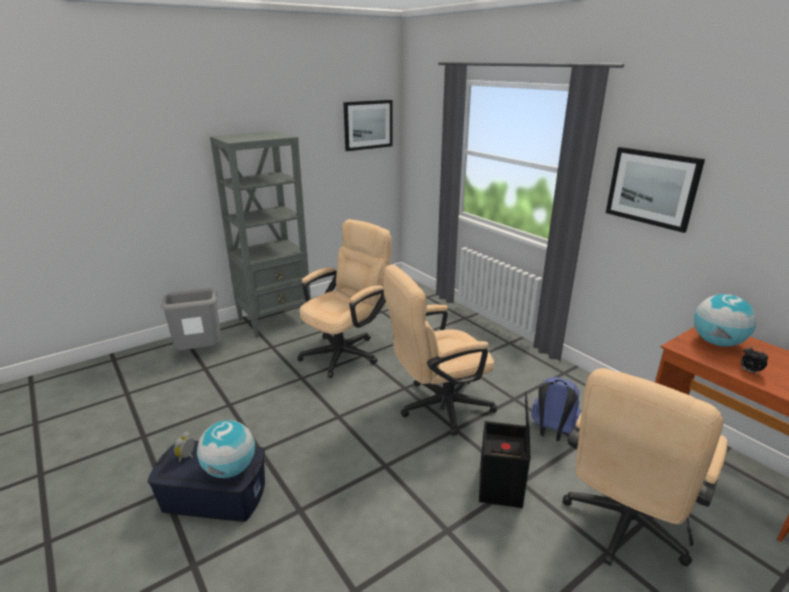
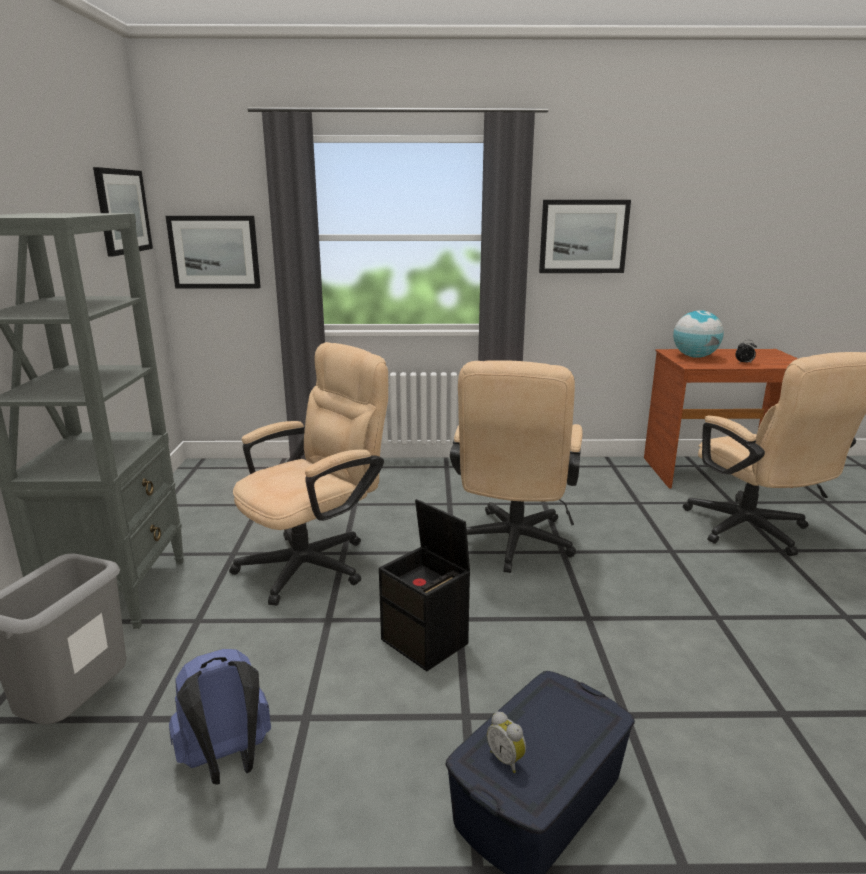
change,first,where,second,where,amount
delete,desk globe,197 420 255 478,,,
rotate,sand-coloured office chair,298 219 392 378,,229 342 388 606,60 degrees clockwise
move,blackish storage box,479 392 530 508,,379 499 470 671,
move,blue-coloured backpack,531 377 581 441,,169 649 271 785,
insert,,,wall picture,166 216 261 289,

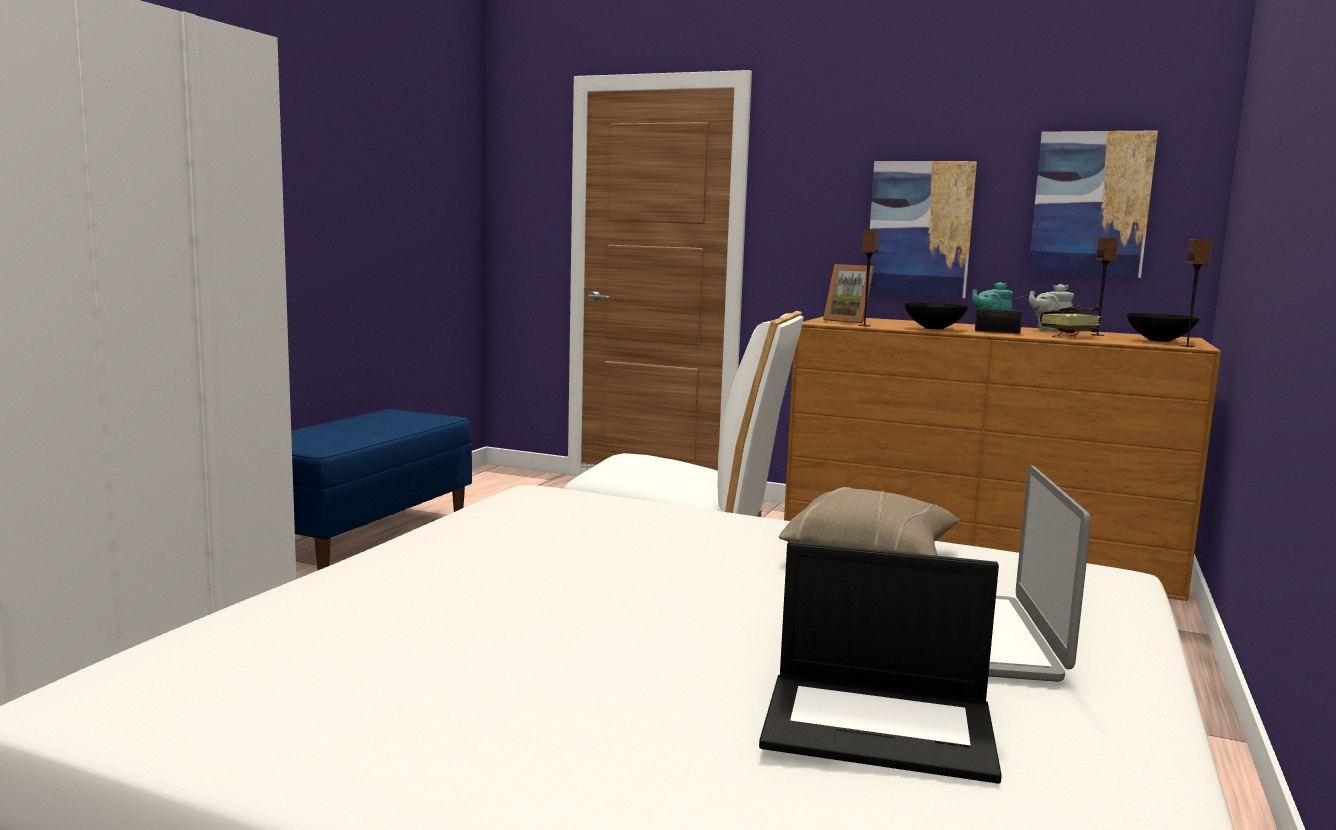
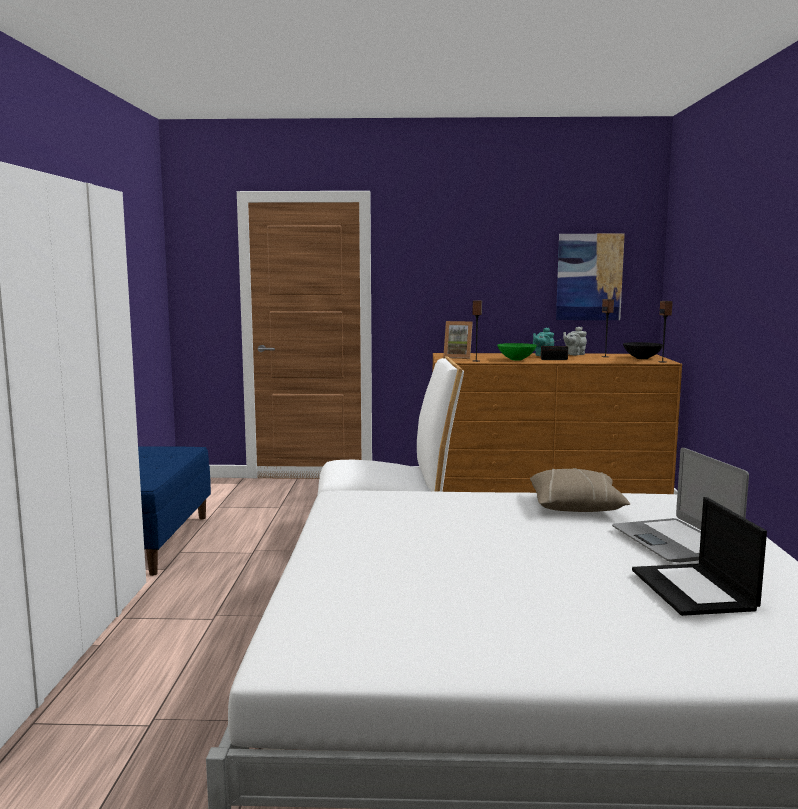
change,first,where,second,where,amount
rotate,portable computer,759 541 1002 784,,632 497 767 616,90 degrees clockwise
delete,wall picture,869 161 977 298,,,
recolor,blackish deep dish,904 303 968 329,greenish deep dish,497 343 537 360,
delete,bound book,1040 305 1102 337,,,

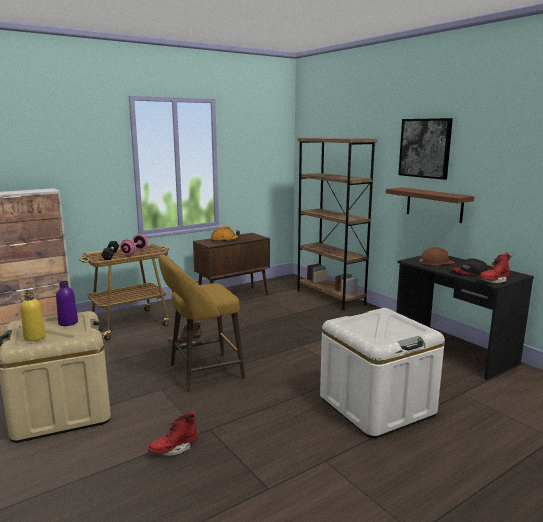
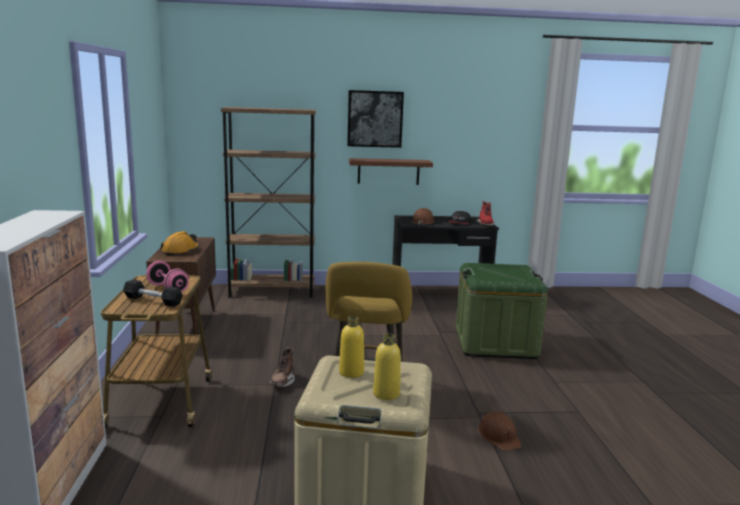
change,first,where,second,where,amount
recolor,purple-coloured bottle,56 281 78 326,yellow bottle,339 316 364 378,
replace,reddish high-top boot,148 411 197 456,brown-coloured safety helmet,478 411 521 451,
recolor,white-coloured storage box,320 308 445 438,greenish storage box,456 263 548 359,

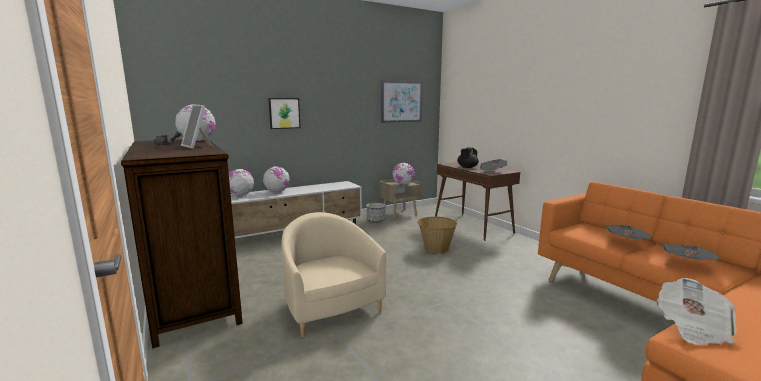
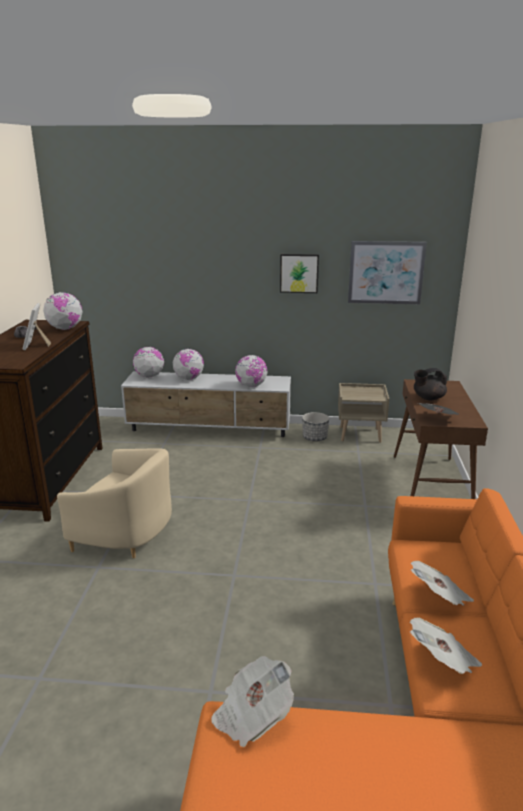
change,first,where,second,where,amount
move,wall picture,268 98 301 129,,280 254 319 293,
rotate,sand-coloured armchair,282 212 386 337,,57 448 172 558,105 degrees clockwise
move,desk globe,392 163 414 185,,235 355 268 387,
delete,storage basket,417 217 457 253,,,

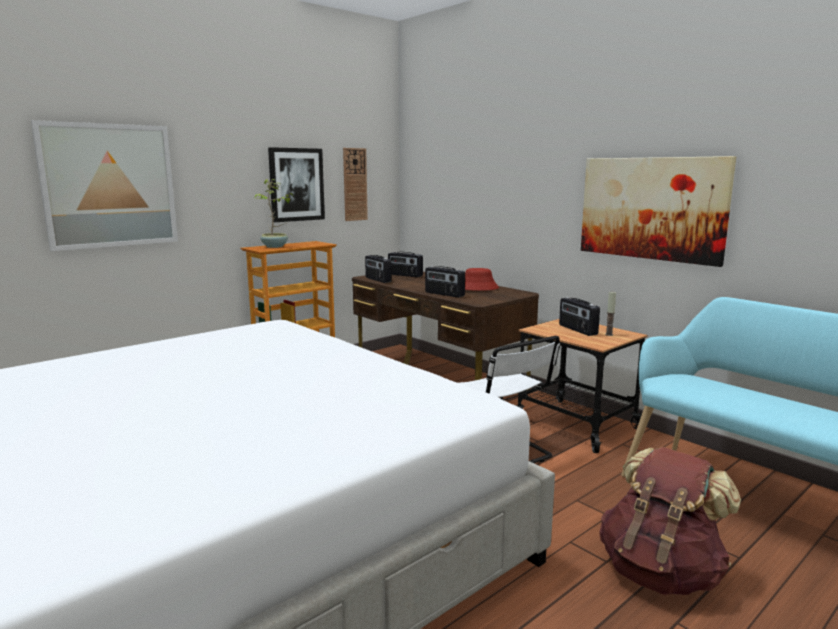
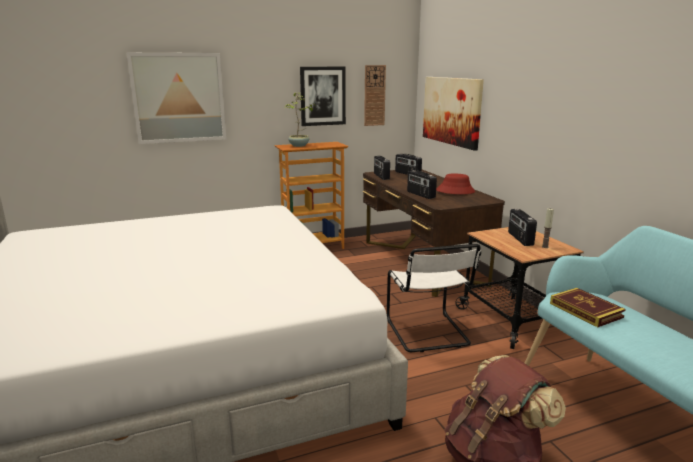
change,first,where,second,where,amount
move,wall picture,581 156 736 267,,423 77 484 151,
insert,,,bound book,550 288 626 327,

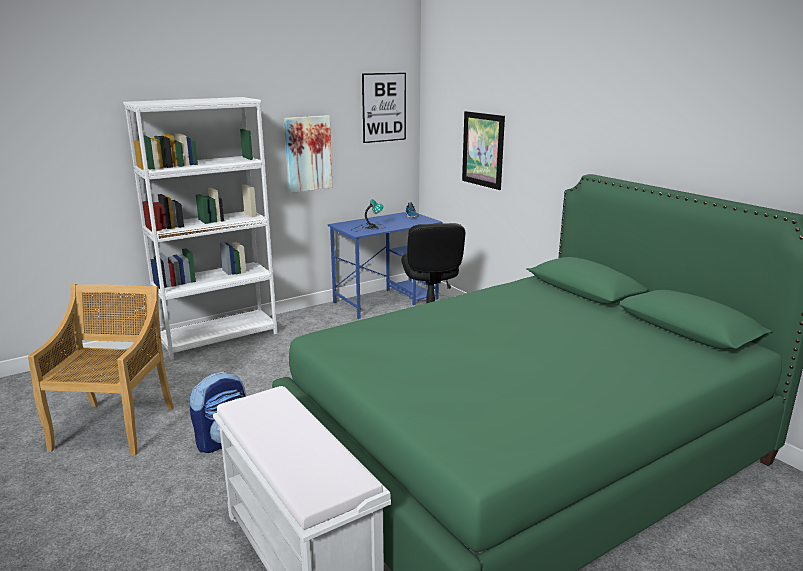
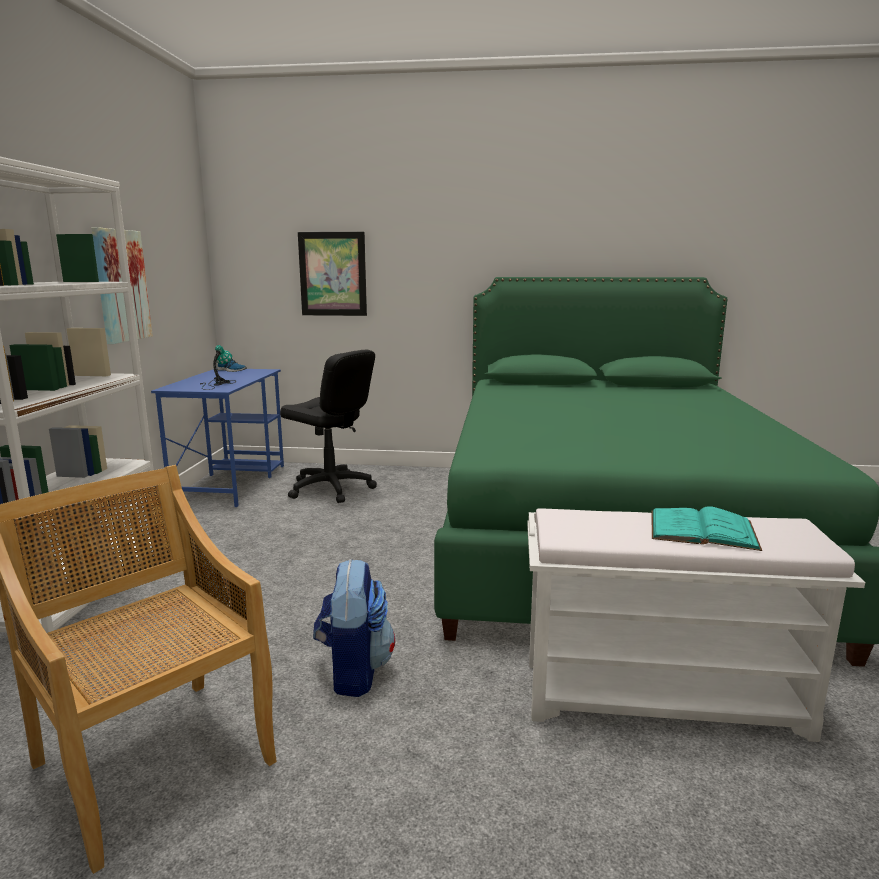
change,first,where,second,where,amount
delete,wall picture,362 73 406 143,,,
insert,,,blue-green bound book,651 506 762 551,

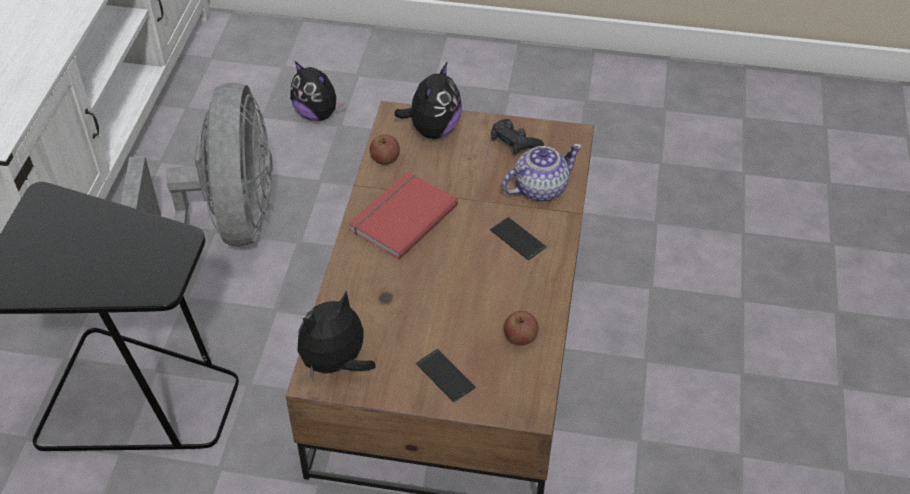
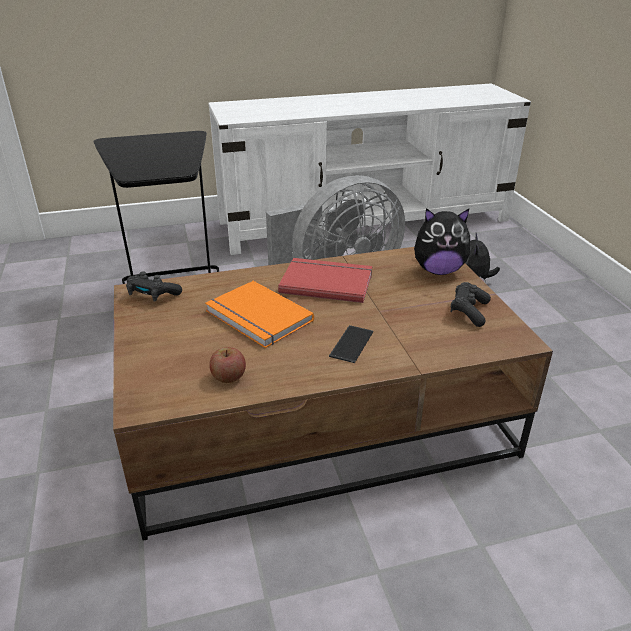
change,first,where,second,where,amount
replace,plush toy,297 291 376 381,blackish gamepad,126 271 182 302,
delete,apple fruit,370 134 400 165,,,
delete,telephone,416 349 476 402,,,
delete,pot for tea,502 143 582 201,,,
insert,,,orangey bound book,205 281 314 348,

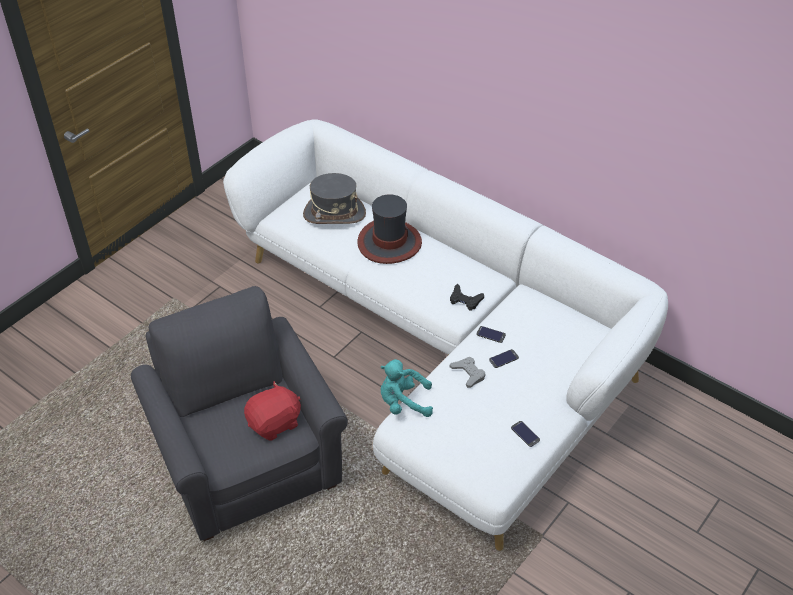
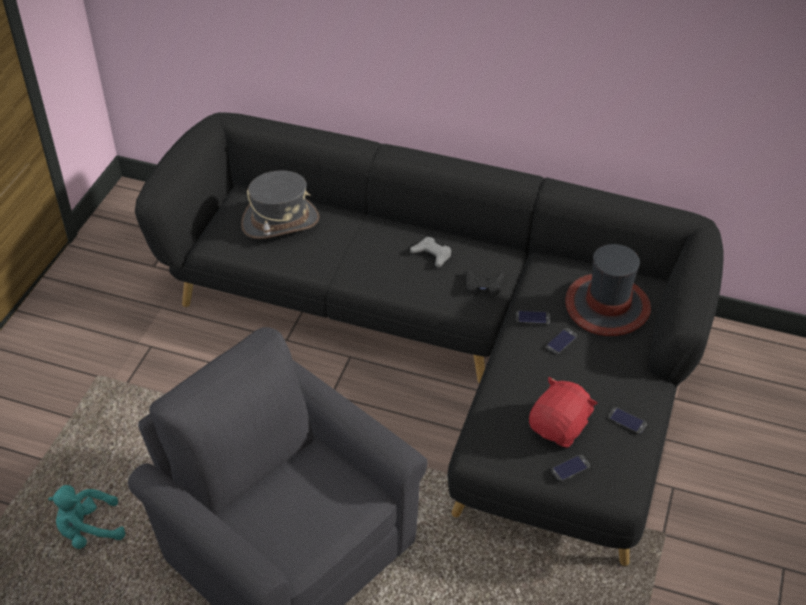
change,first,where,second,where,amount
recolor,white-coloured sofa,223 119 668 551,blackish sofa,135 112 724 566,
move,reddish plush toy,244 381 301 440,,529 377 598 448,
move,clothing hat,357 195 422 264,,565 244 651 336,
move,blue-green plush toy,381 359 433 417,,48 485 125 549,
move,gray gamepad,450 357 486 388,,410 237 451 267,
insert,,,telephone,551 455 590 482,

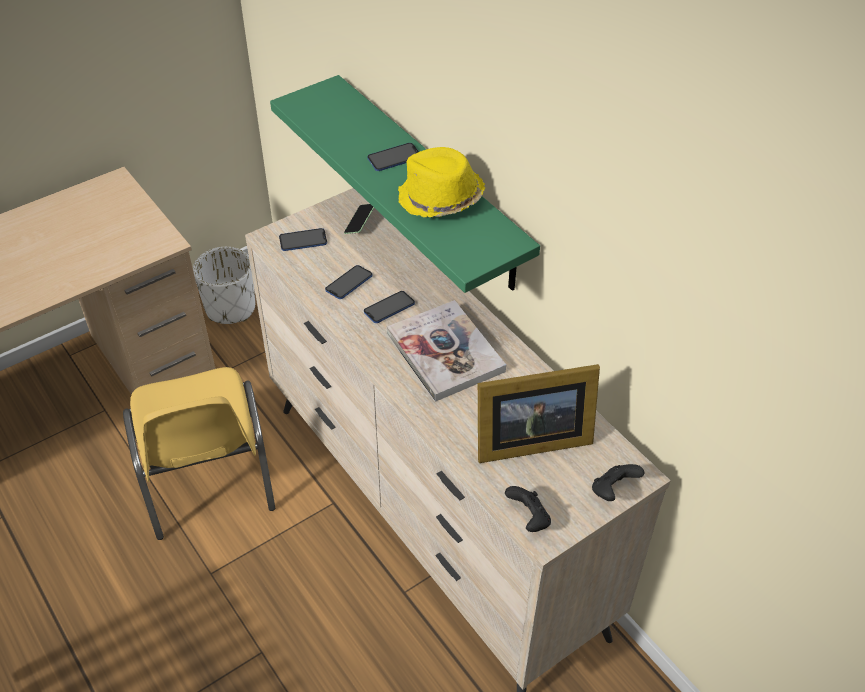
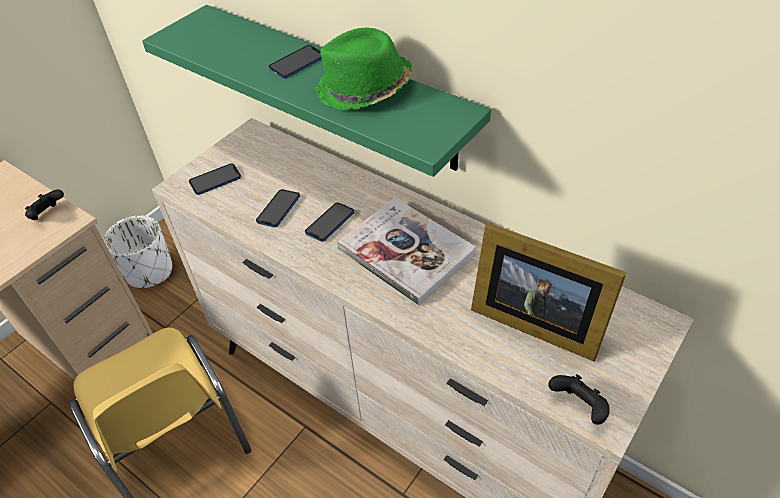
change,first,where,second,where,amount
delete,telephone,344 204 374 234,,,
recolor,yellow clothing hat,398 147 485 218,greenish clothing hat,315 28 412 110,
rotate,photo frame,478 364 600 463,,471 222 627 362,60 degrees clockwise
move,blackish gamepad,592 464 645 501,,25 189 64 220,

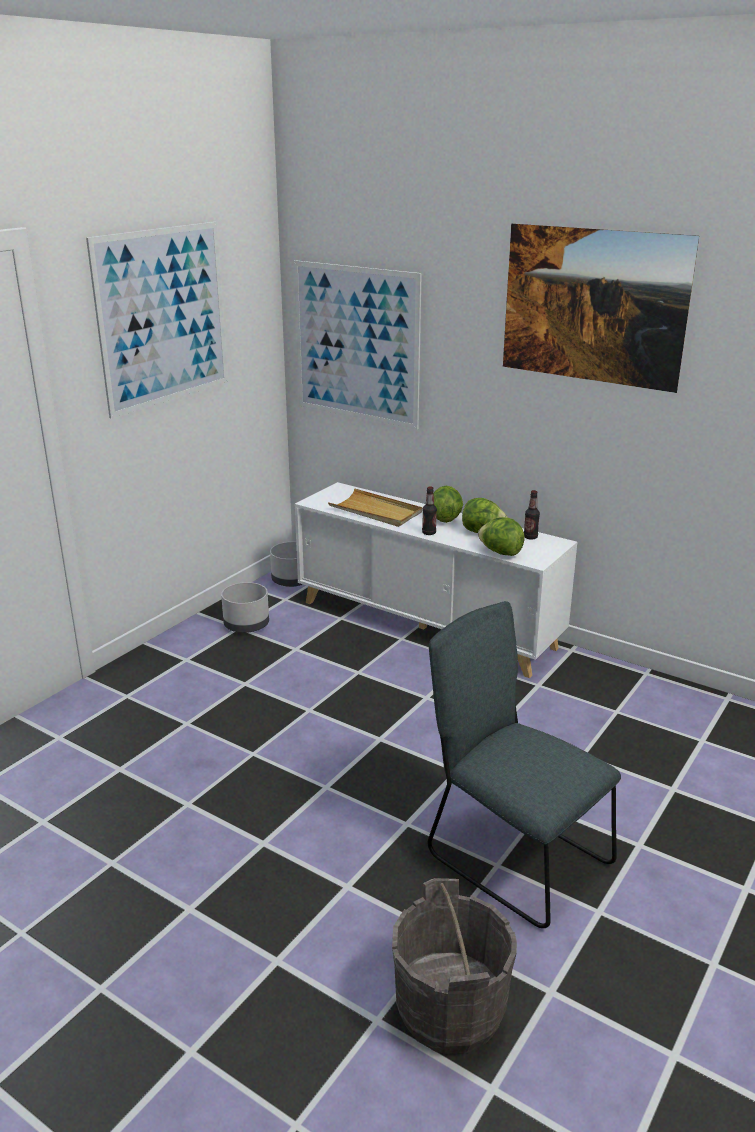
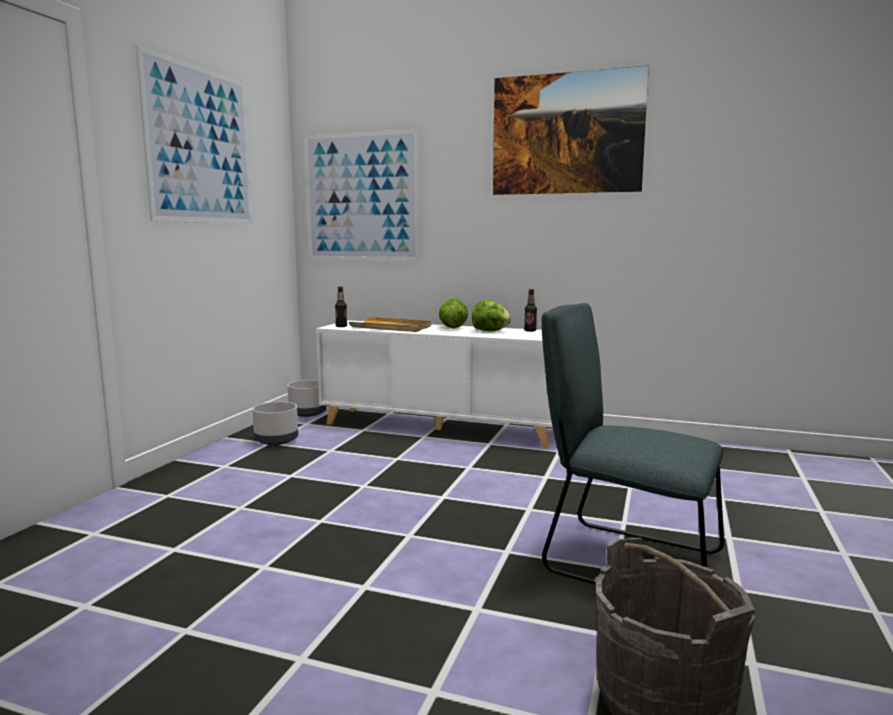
change,first,where,second,where,amount
move,bottle,422 486 437 535,,335 287 347 327,
delete,lettuce,478 517 525 556,,,

